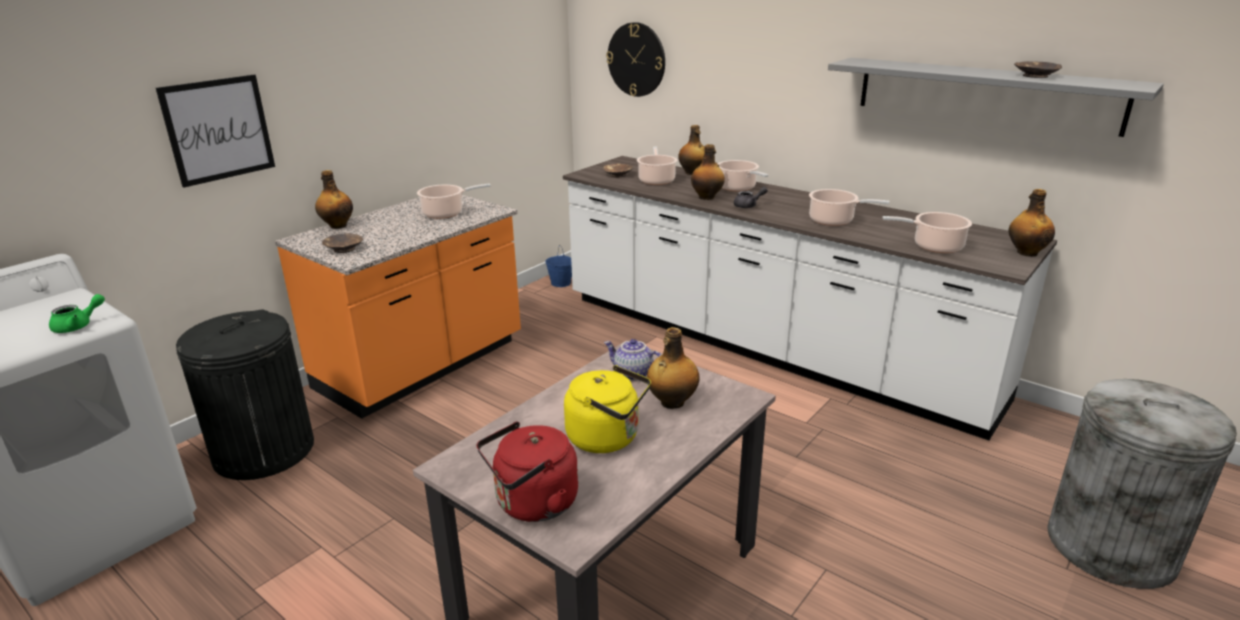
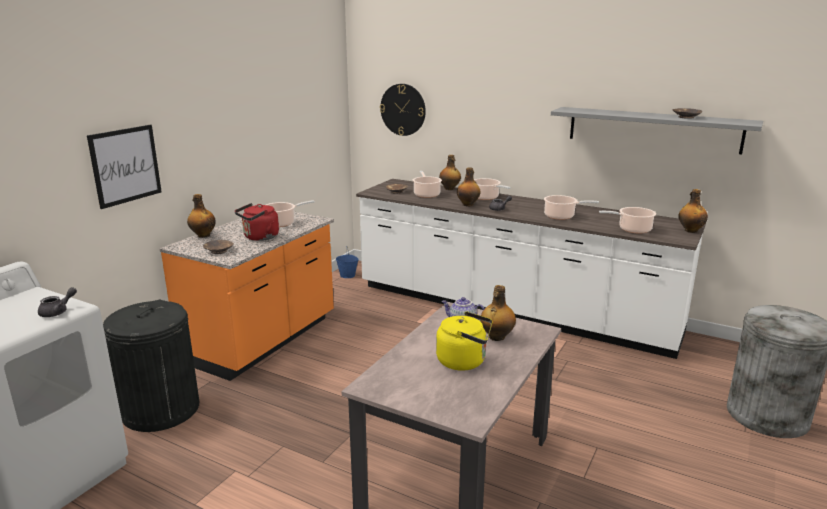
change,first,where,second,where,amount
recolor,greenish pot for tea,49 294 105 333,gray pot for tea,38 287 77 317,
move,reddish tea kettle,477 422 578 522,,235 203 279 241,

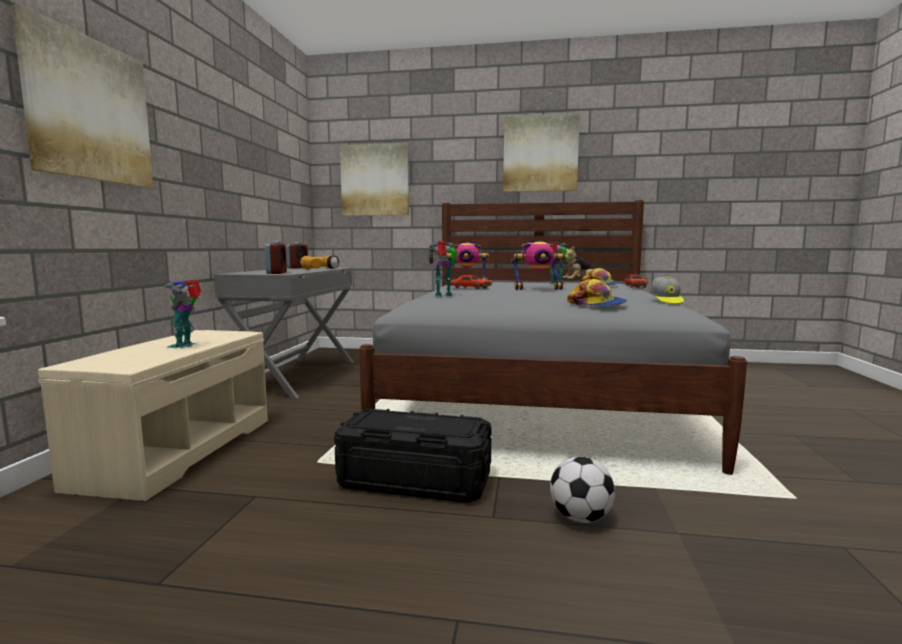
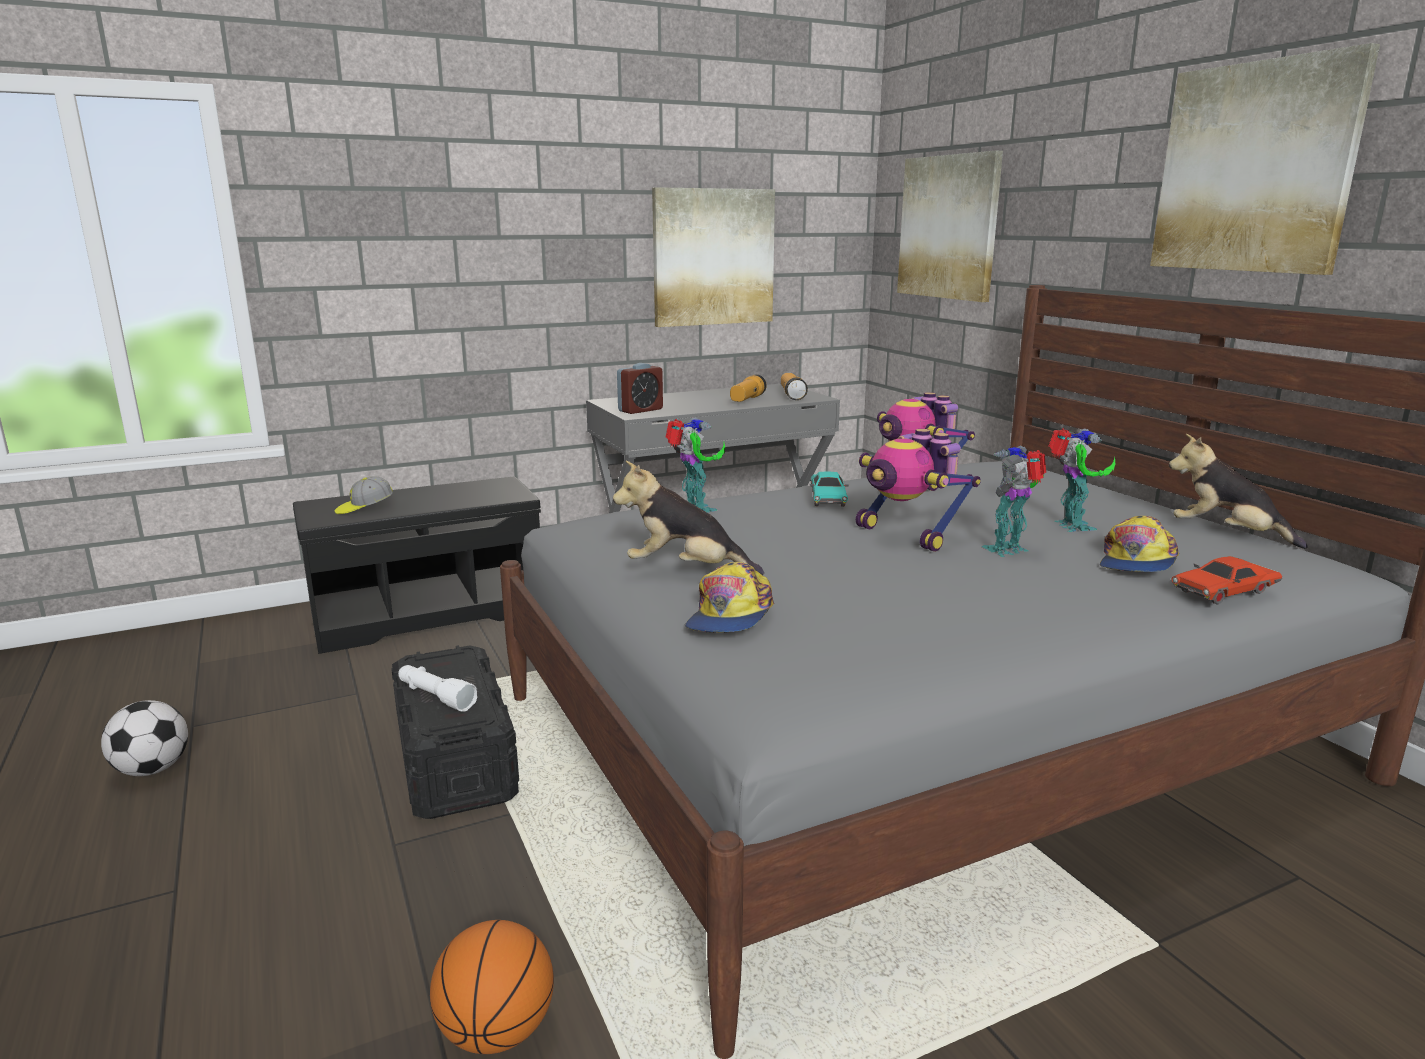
change,first,where,second,where,amount
move,wall picture,11 4 153 188,,652 187 775 327,
recolor,sand-coloured bench,38 330 268 501,blackish bench,293 476 541 654,
move,model robot,165 280 201 348,,981 445 1046 557,
delete,alarm clock,286 242 308 269,,,
recolor,reddish toy car,450 275 492 290,blue-green toy car,810 471 849 507,
move,football,550 457 615 523,,101 700 188 776,
move,cap,650 277 684 304,,335 476 393 514,
insert,,,white-coloured hand torch,398 665 477 712,
insert,,,ball for basketball,430 920 554 1054,
insert,,,plush toy,613 461 764 575,

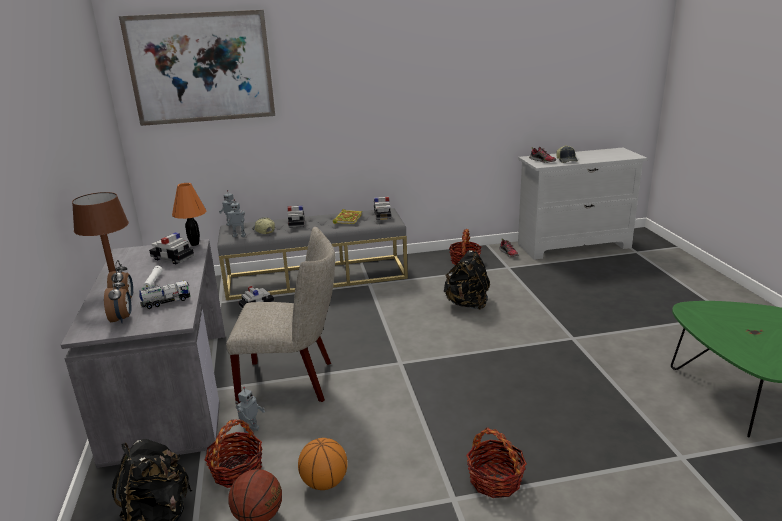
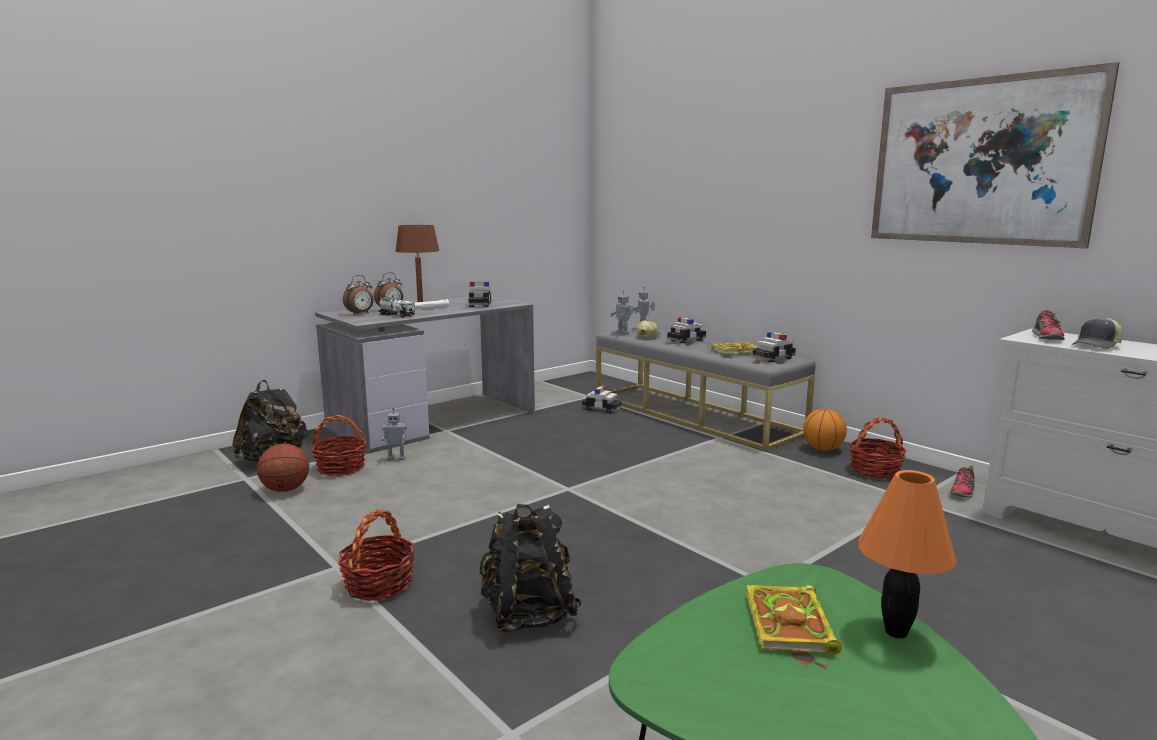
change,first,where,second,where,amount
move,wall picture,119 10 275 126,,871 62 1119 248,
move,orangey lamp for a table,172 183 206 246,,858 470 957 638,
delete,sand-coloured upright chair,226 227 335 405,,,
move,ball for basketball,298 438 348 490,,803 408 847 451,
move,blackish backpack,444 250 490 310,,480 504 583 633,
insert,,,bound book,746 585 842 655,

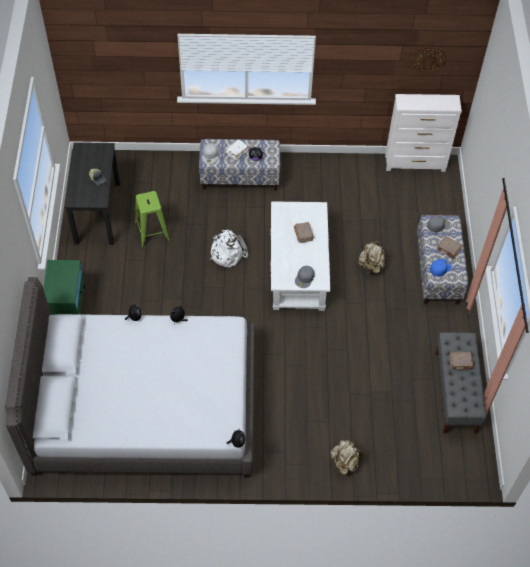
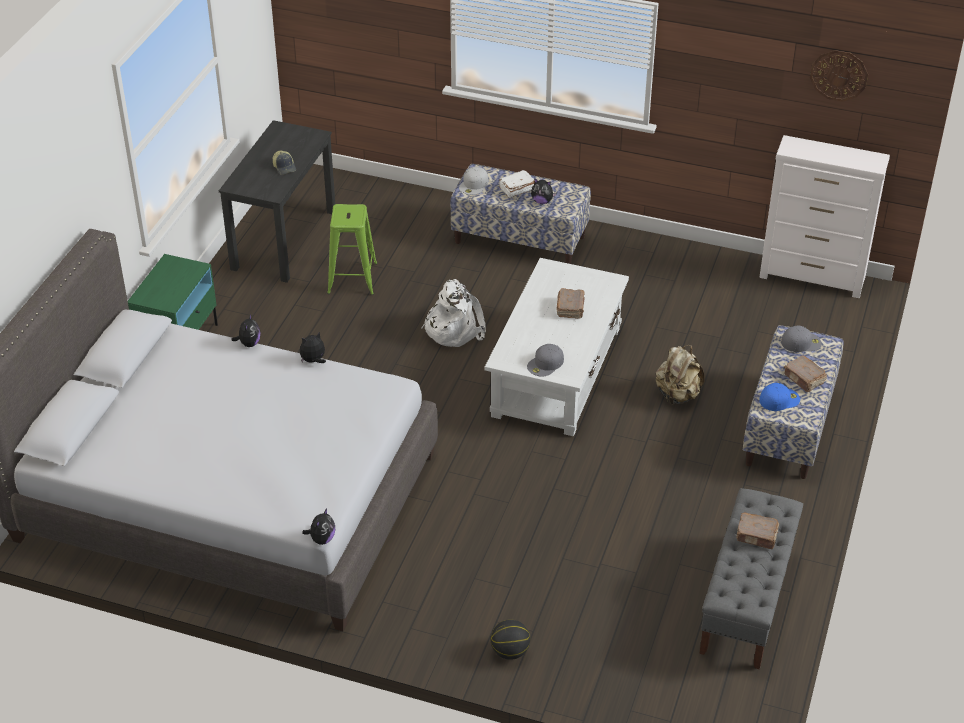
change,first,where,second,where,amount
replace,sand-coloured backpack,331 440 363 475,ball for basketball,491 619 530 660,

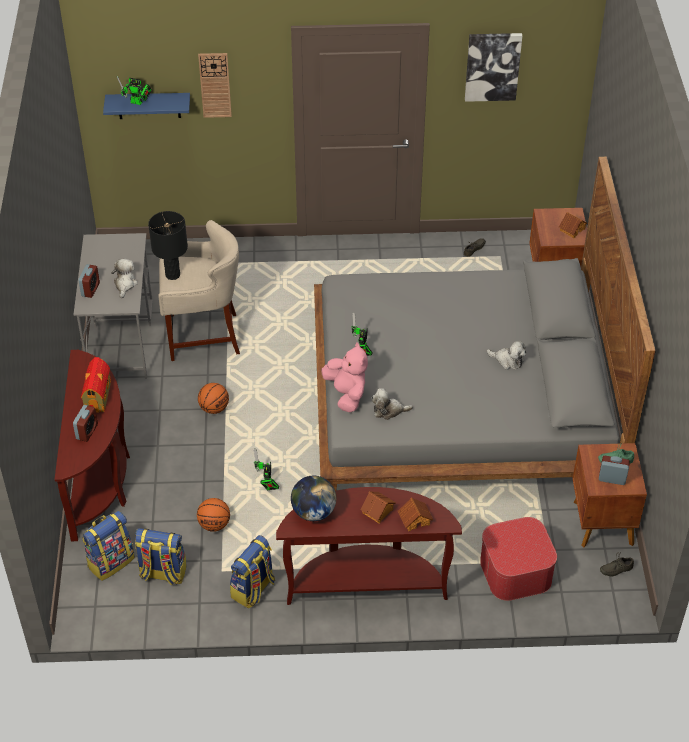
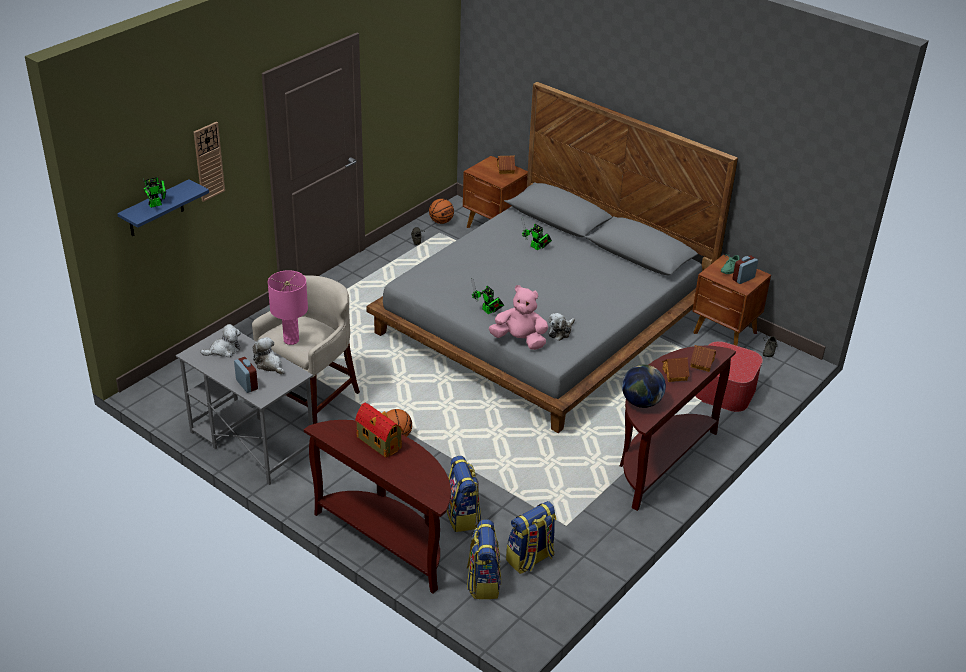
change,first,where,second,where,amount
delete,alarm clock,73 405 98 442,,,
recolor,blackish lamp for a table,148 211 188 280,pinkish lamp for a table,268 270 308 345,
move,ball for basketball,197 498 230 532,,429 199 454 224,
move,backpack,230 535 275 609,,447 456 481 532,
move,model robot,254 449 279 490,,522 218 552 250,
delete,wall picture,465 33 522 102,,,
move,plush toy,487 341 526 370,,200 324 241 357,

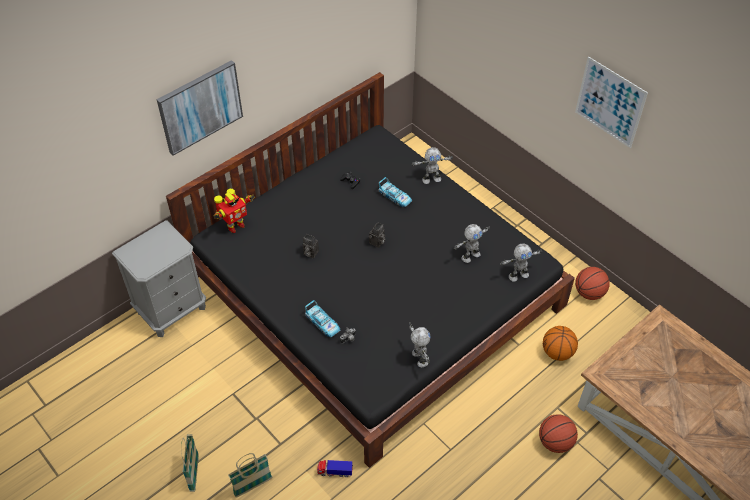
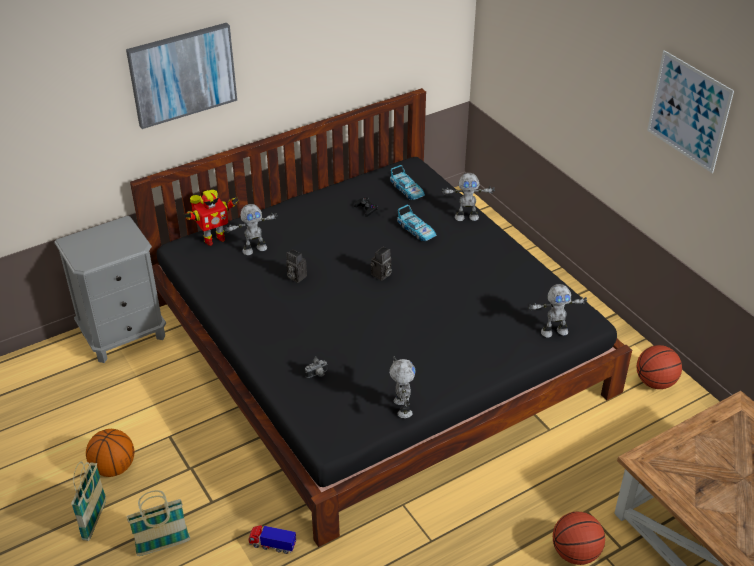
change,first,where,second,where,amount
move,toy car,305 300 340 337,,390 165 425 200,
move,model robot,454 224 490 263,,225 204 278 255,
move,ball for basketball,543 326 578 361,,86 429 135 477,

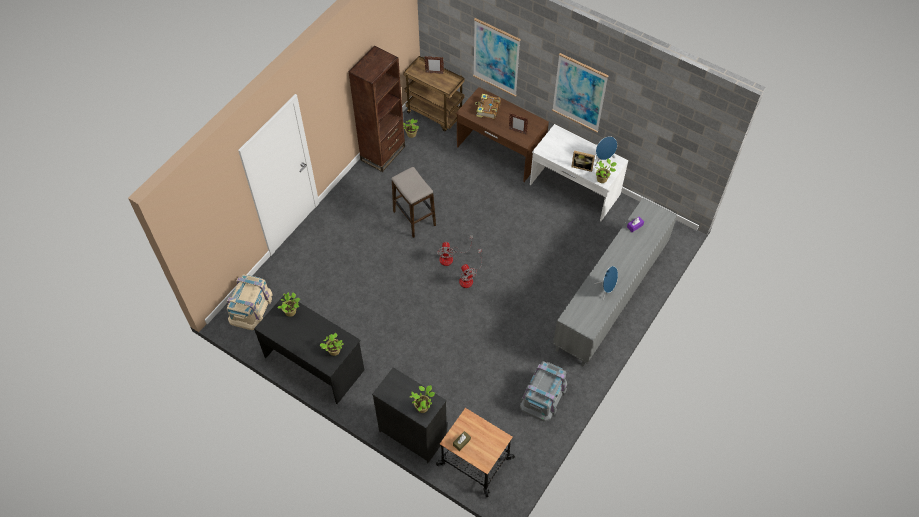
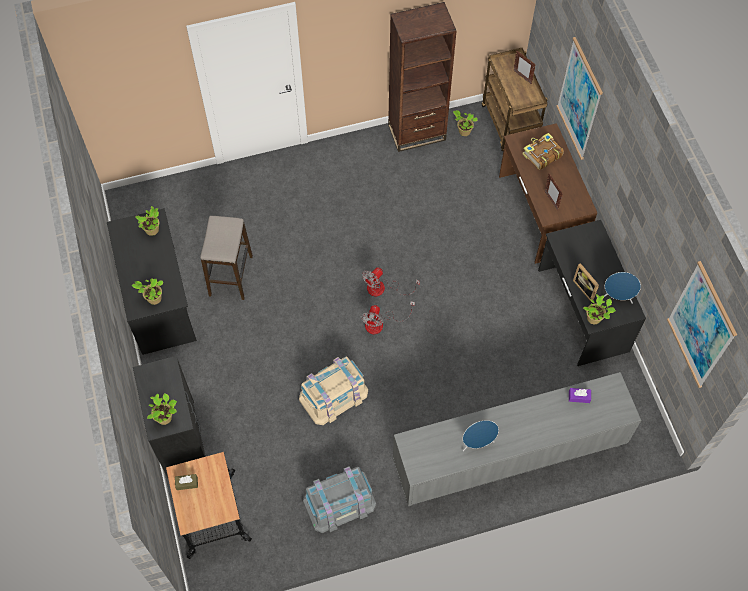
change,first,where,second,where,amount
move,sand-coloured storage box,227 274 273 330,,299 357 368 425,
move,stool,392 167 436 238,,200 216 253 300,
recolor,white-coloured desk table,530 124 628 222,blackish desk table,538 220 646 366,
move,wall picture,552 53 608 132,,667 261 737 388,

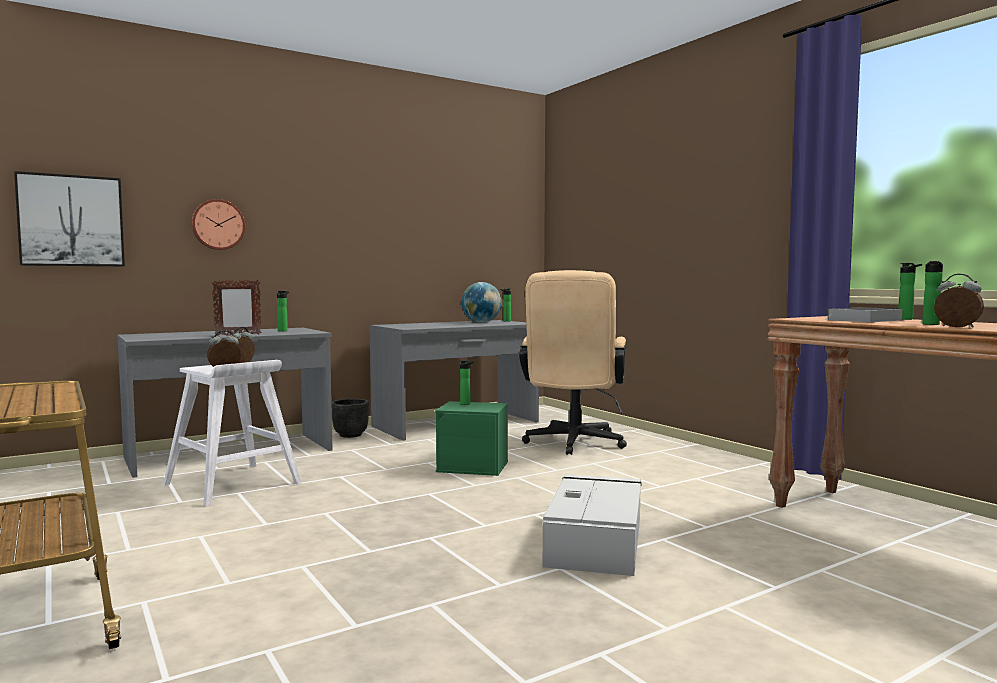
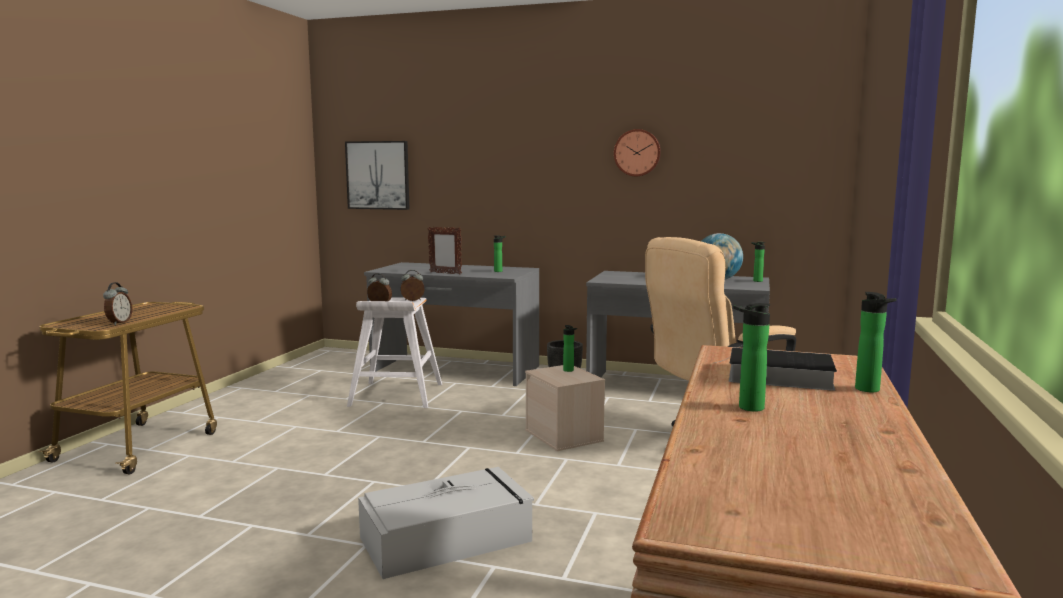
change,first,where,second,where,amount
move,clock on the wall,191 199 245 250,,614 129 661 176,
recolor,greenish storage box,435 401 508 476,sand-coloured storage box,525 365 605 451,
move,alarm clock,934 273 984 328,,103 282 133 325,

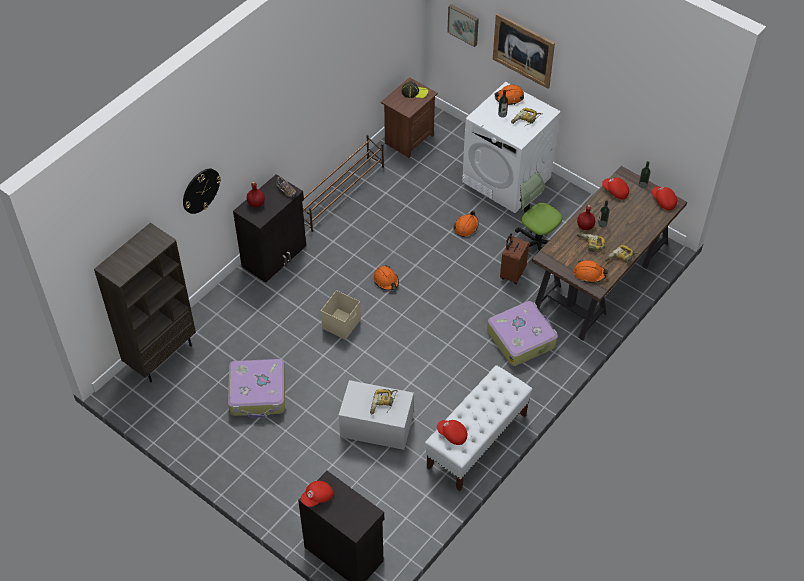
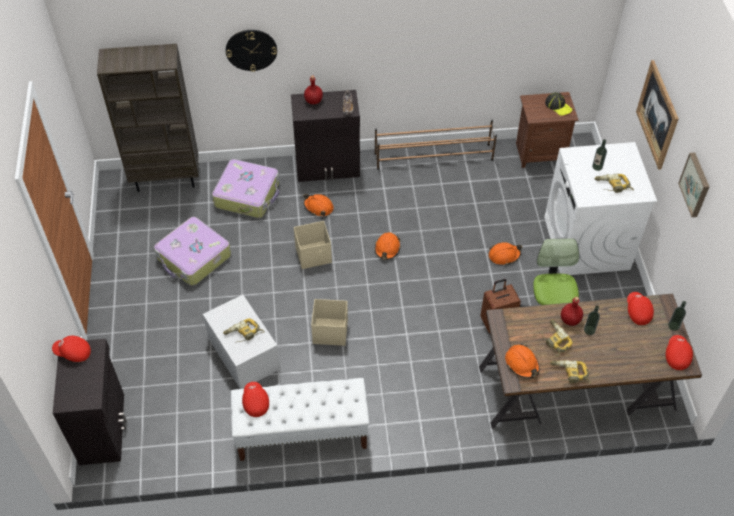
change,first,where,second,where,amount
move,wall picture,447 4 479 47,,678 152 709 217,
move,suitcase,487 301 557 366,,212 159 279 218,
move,orangey safety helmet,494 85 524 105,,304 194 334 216,
insert,,,sand-coloured storage box,311 299 348 346,

